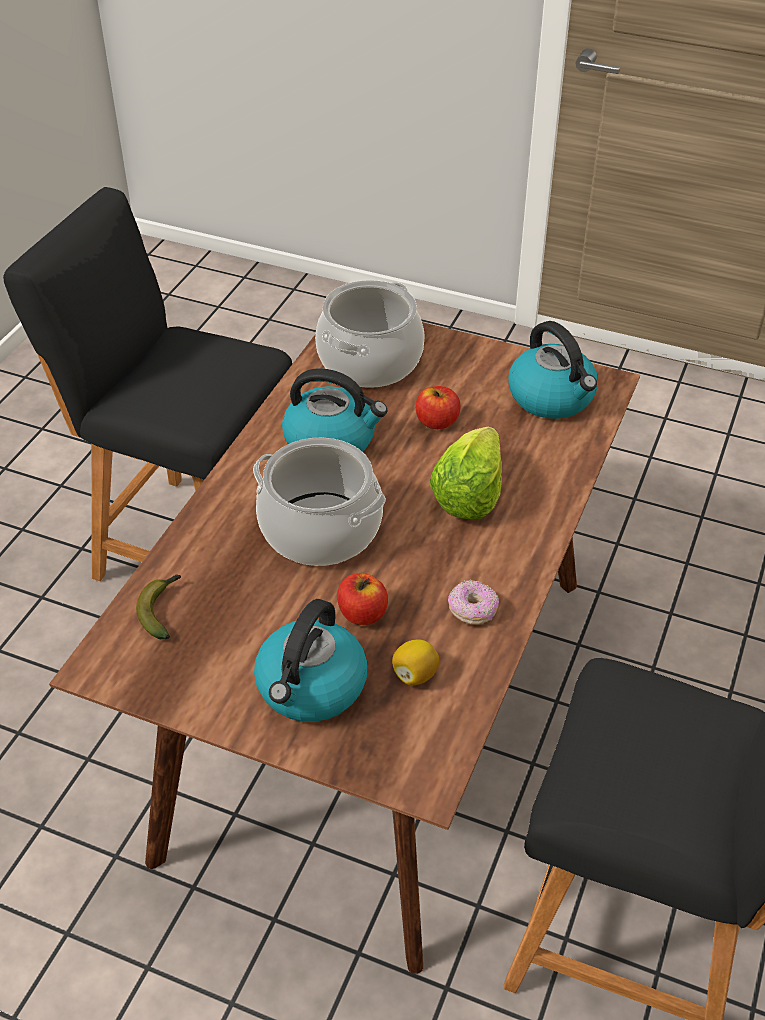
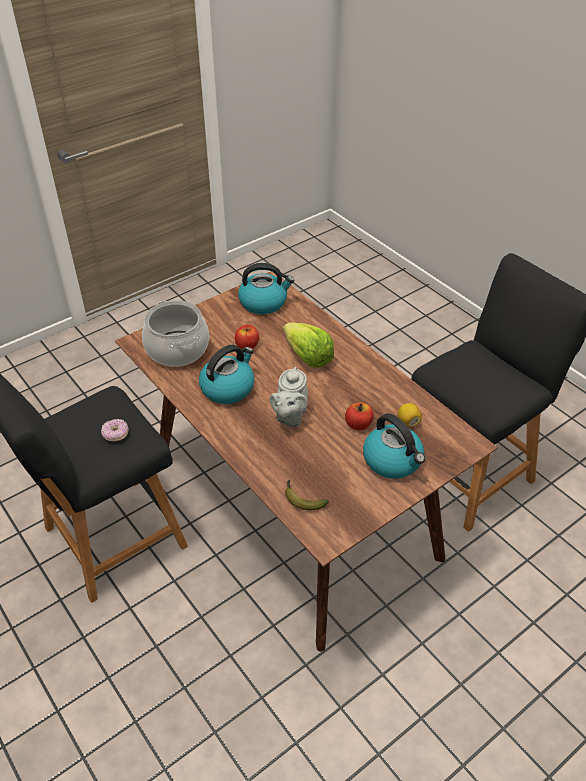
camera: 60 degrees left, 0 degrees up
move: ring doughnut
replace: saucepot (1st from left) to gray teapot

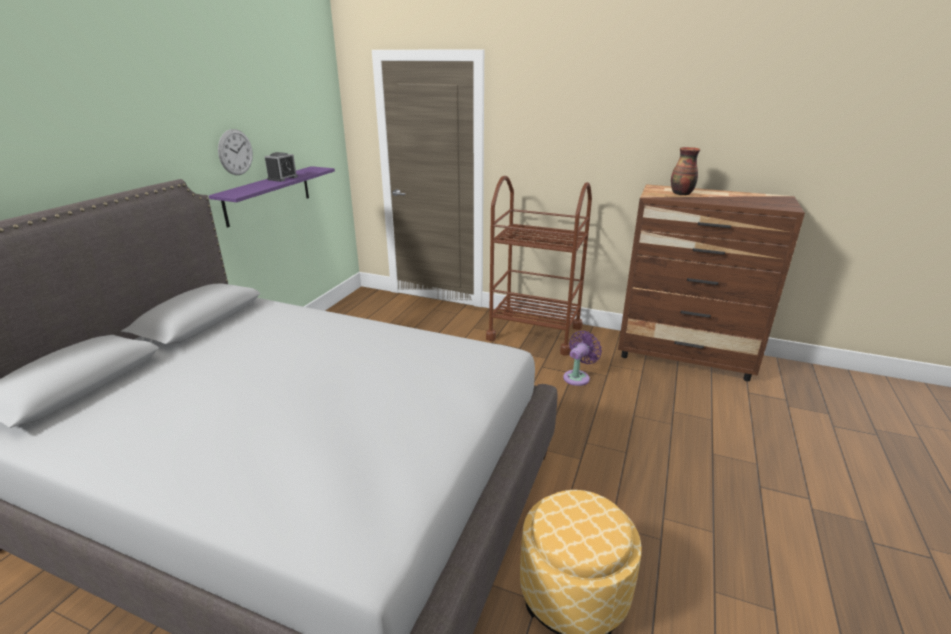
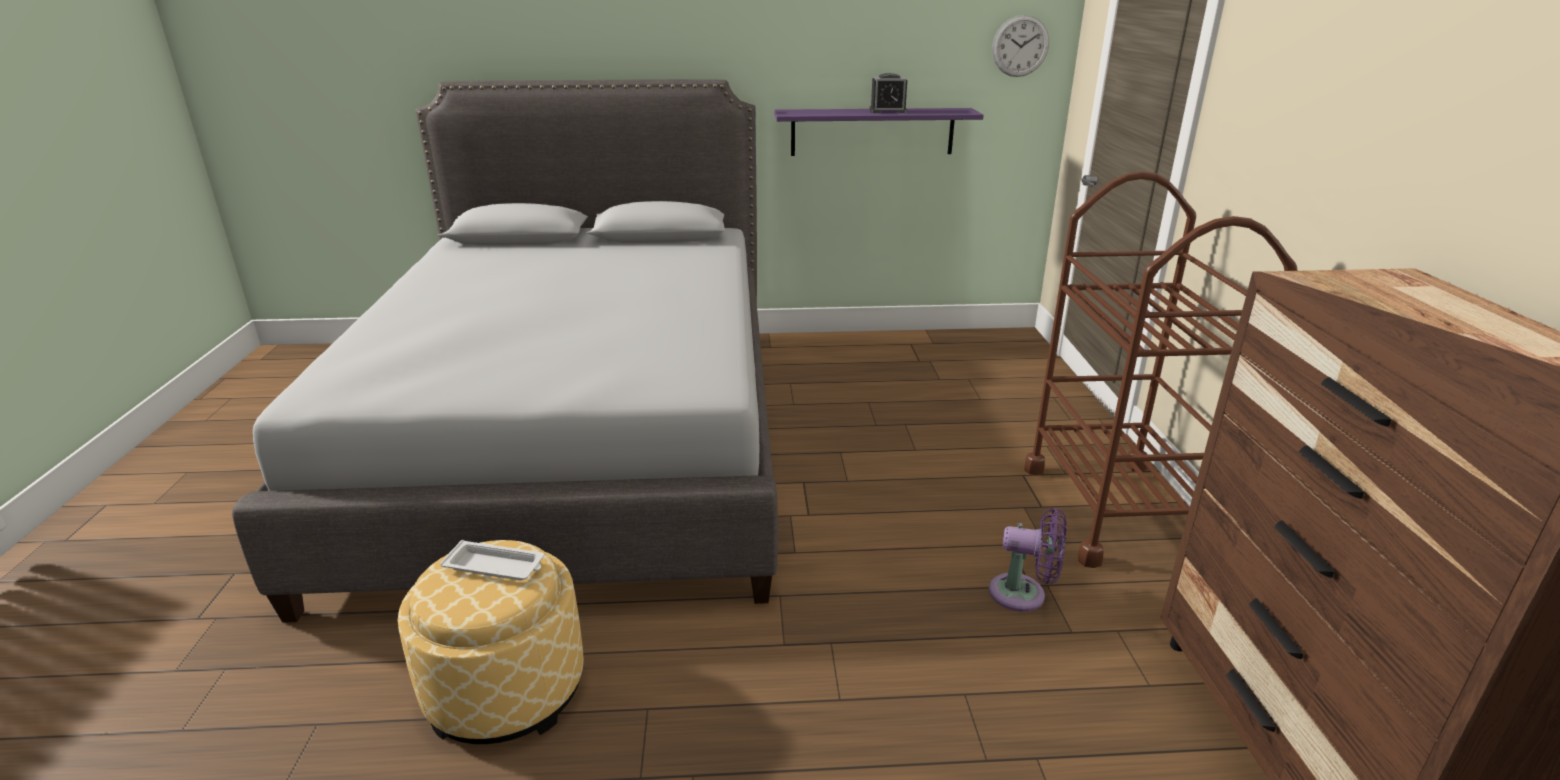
camera: 65 degrees right, 0 degrees up
delete: flower vase
insert: white carrying tray
move: clock on the wall

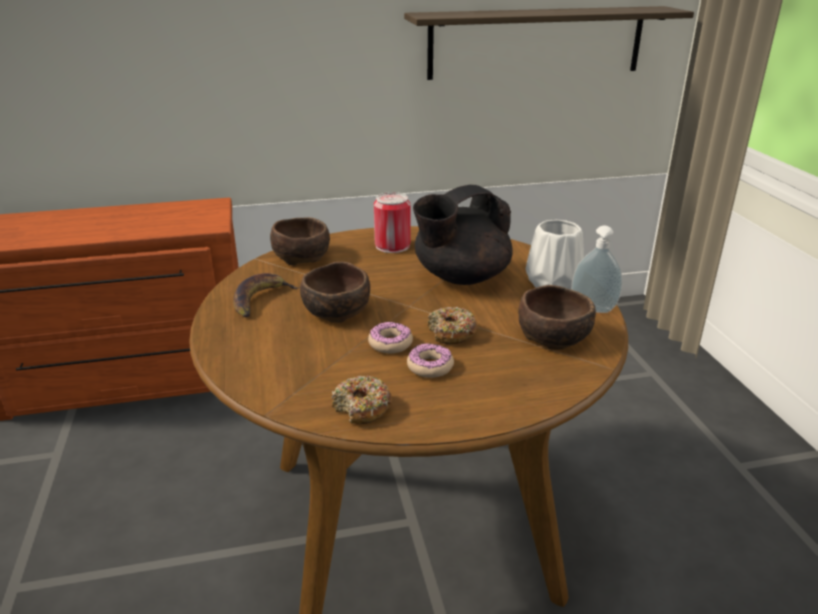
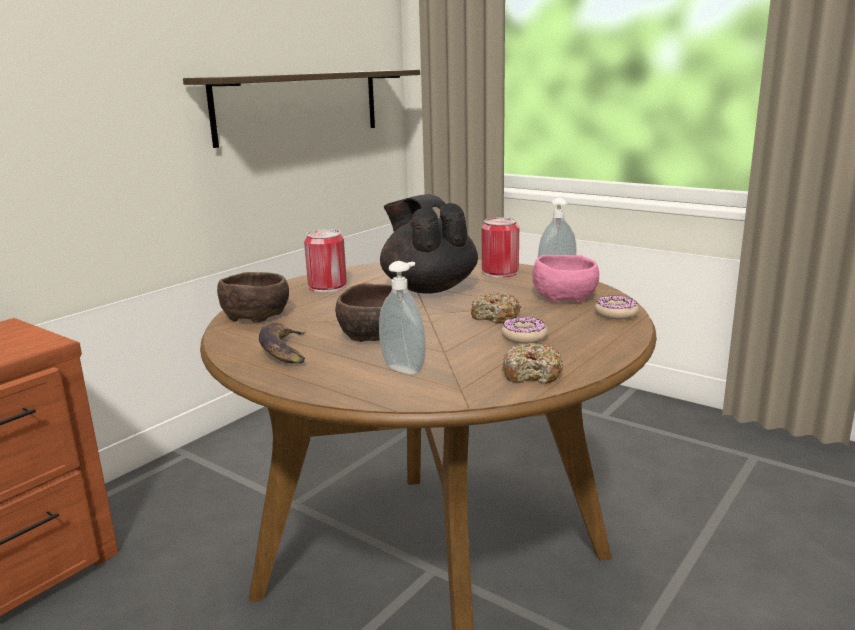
camera: 40 degrees left, 10 degrees down
insert: soap bottle (1st from left)
move: ring doughnut (2nd from left in the first image) to ring doughnut (4th from left)
replace: white flower vase to sealed can (2nd from left)
recolor: brownish deep dish (3rd from left) to pinkish deep dish
rotate: blackish teapot 135 degrees clockwise

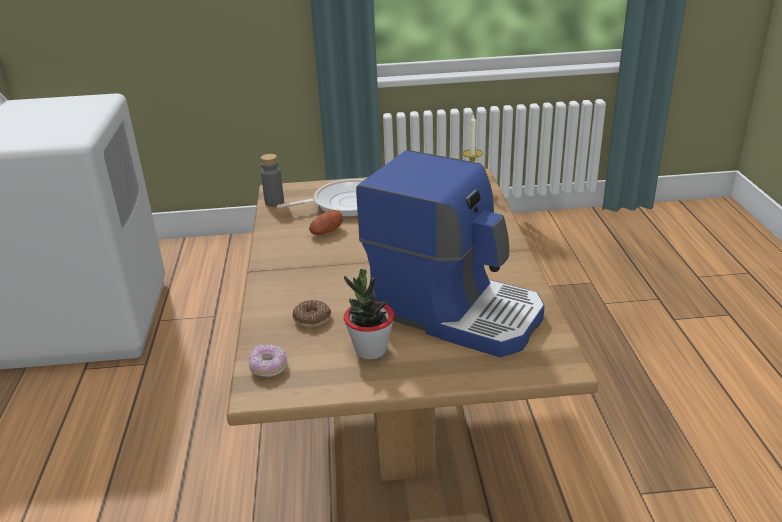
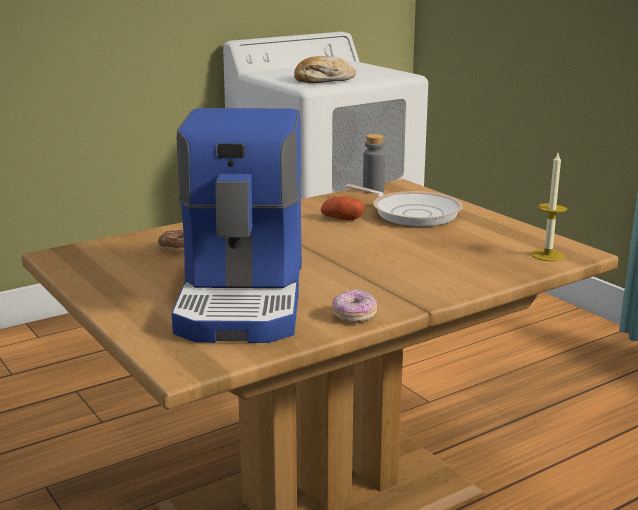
camera: 60 degrees right, 10 degrees down
delete: houseplant
insert: bakery bread
move: ring doughnut (1st from left in the first image) to ring doughnut (2nd from left)

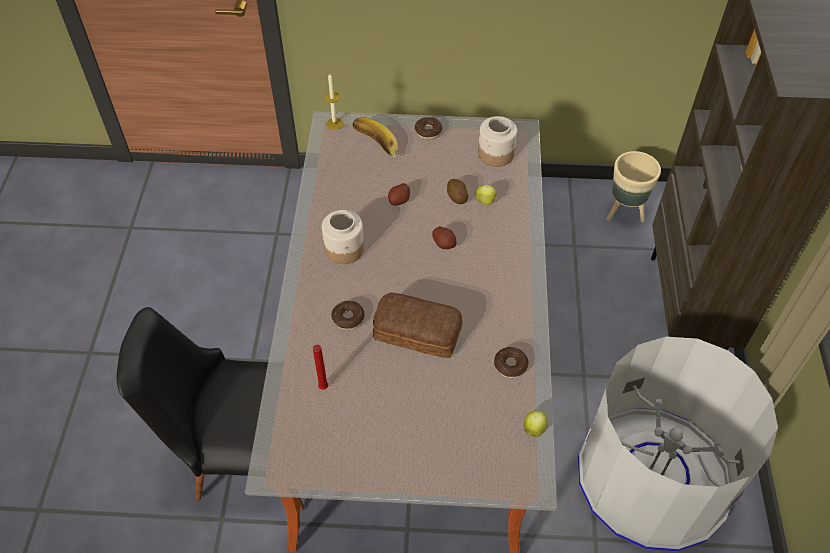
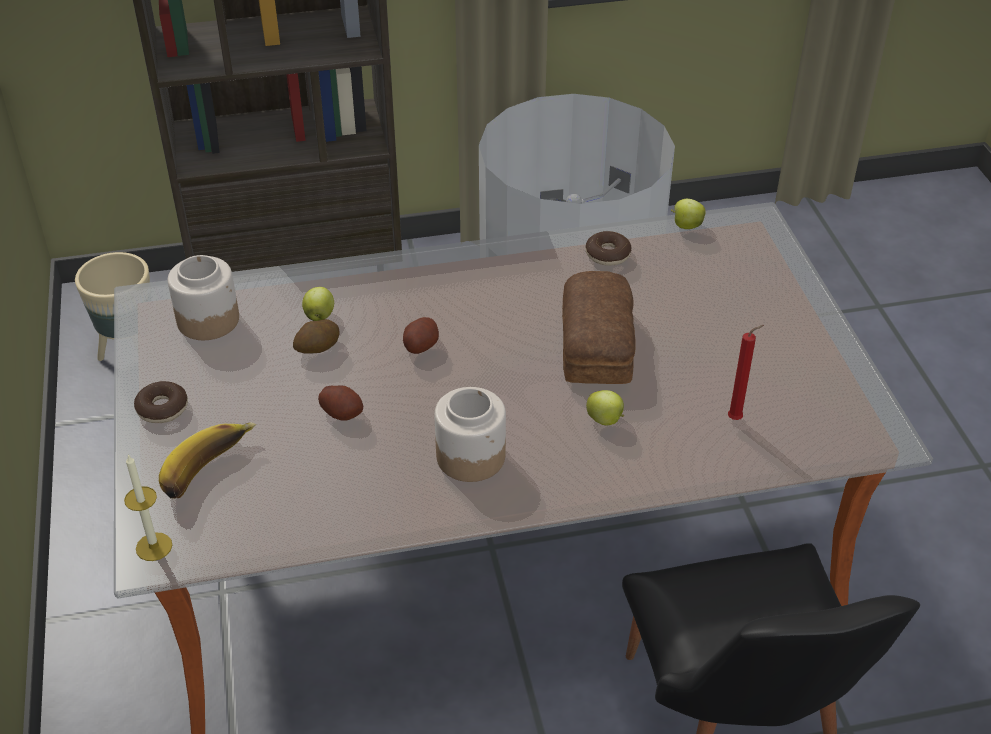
camera: 105 degrees left, 10 degrees down
replace: ring doughnut (1st from left) to apple fruit (2nd from left)

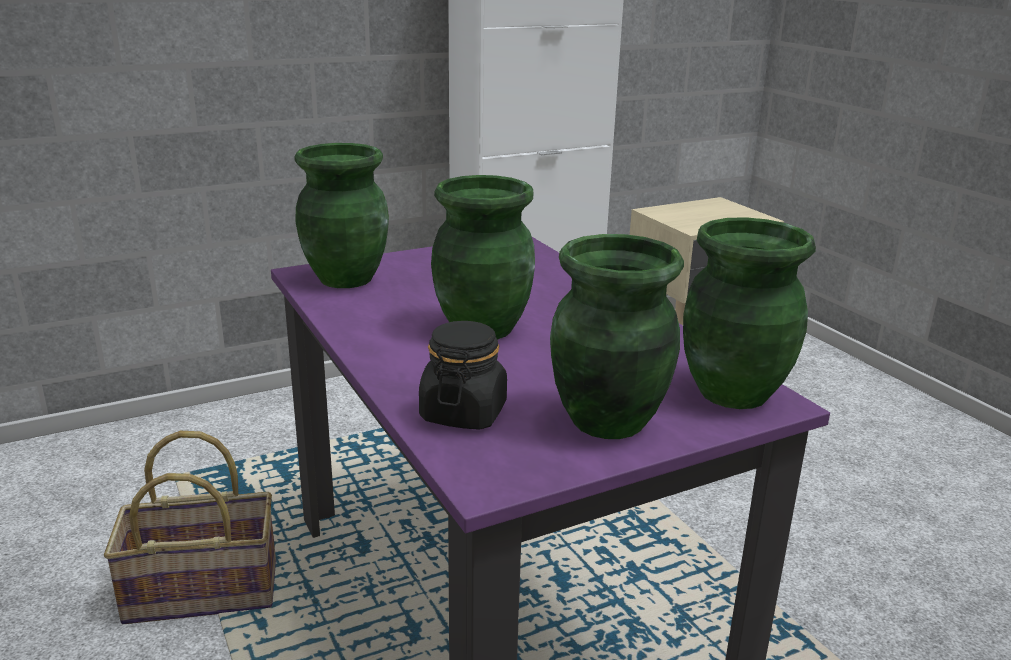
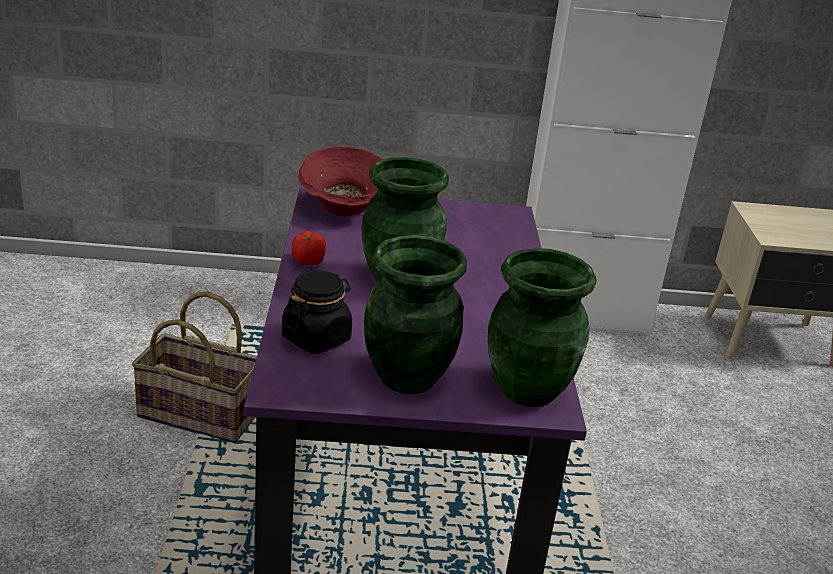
camera: 25 degrees right, 5 degrees up
insert: fresh tomato
replace: green flower vase (1st from left) to red deep dish

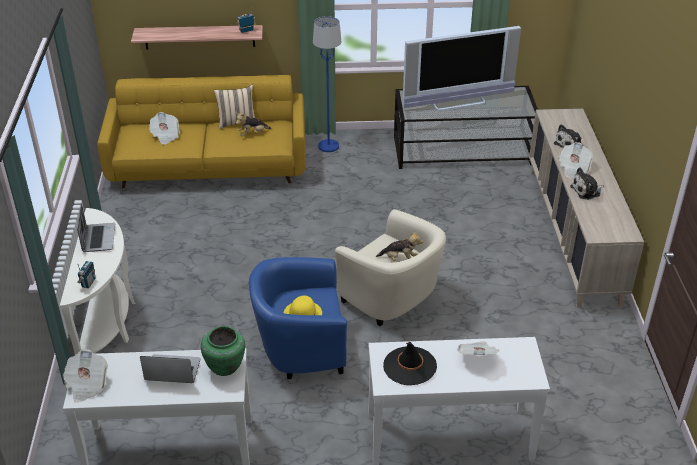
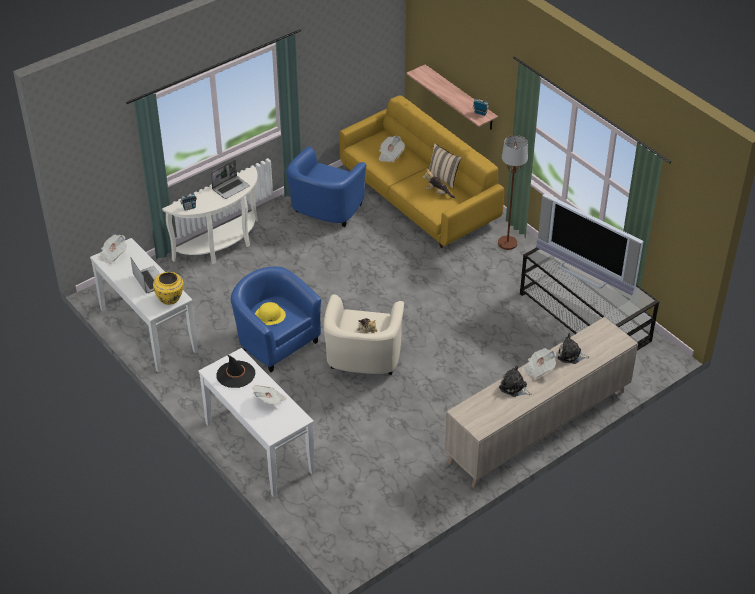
camera: 55 degrees right, 5 degrees up
insert: bluish easy chair (2nd from left)
recolor: bluish standard lamp to brownish standard lamp; green flower vase to yellowish flower vase

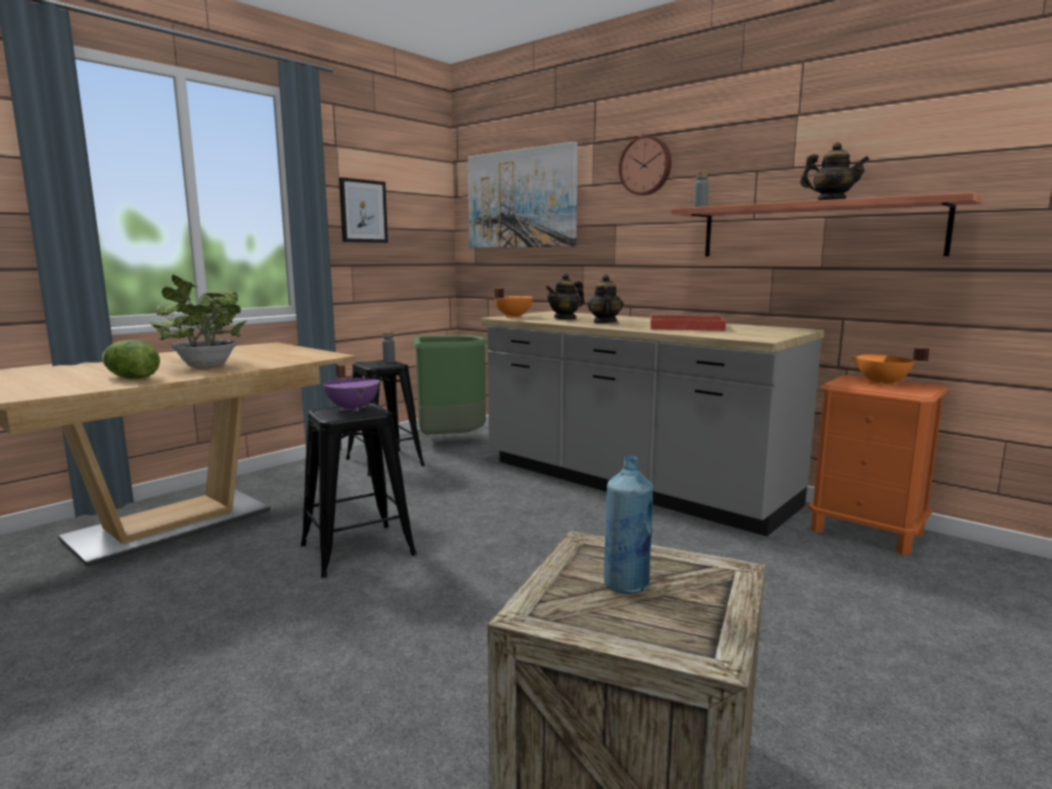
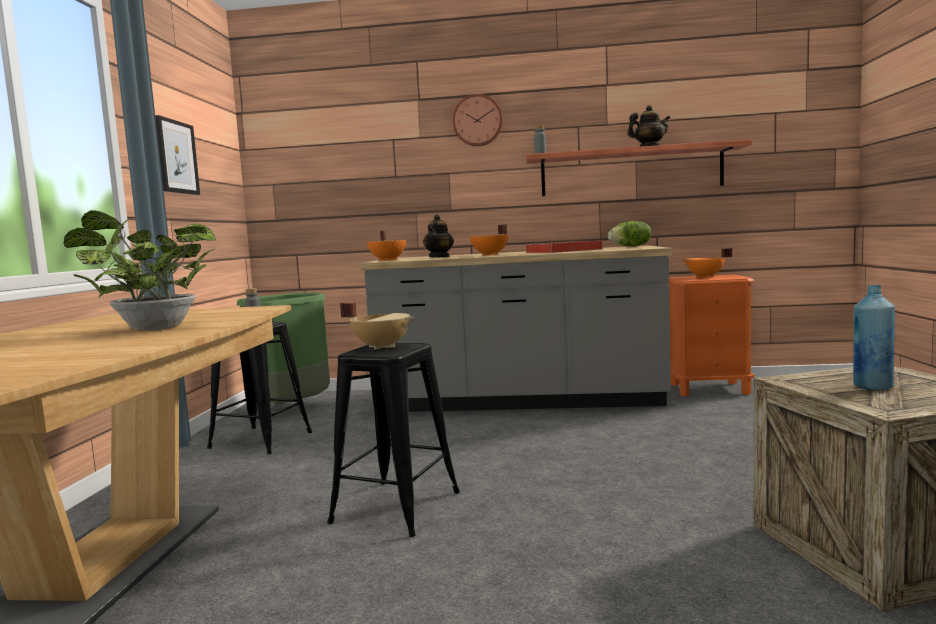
camera: 35 degrees left, 5 degrees down
delete: picture (2nd from left)
move: lettuce head
replace: teapot (2nd from left) to orange saucepot (2nd from left)
recolor: purple-coloured saucepot to beige saucepot

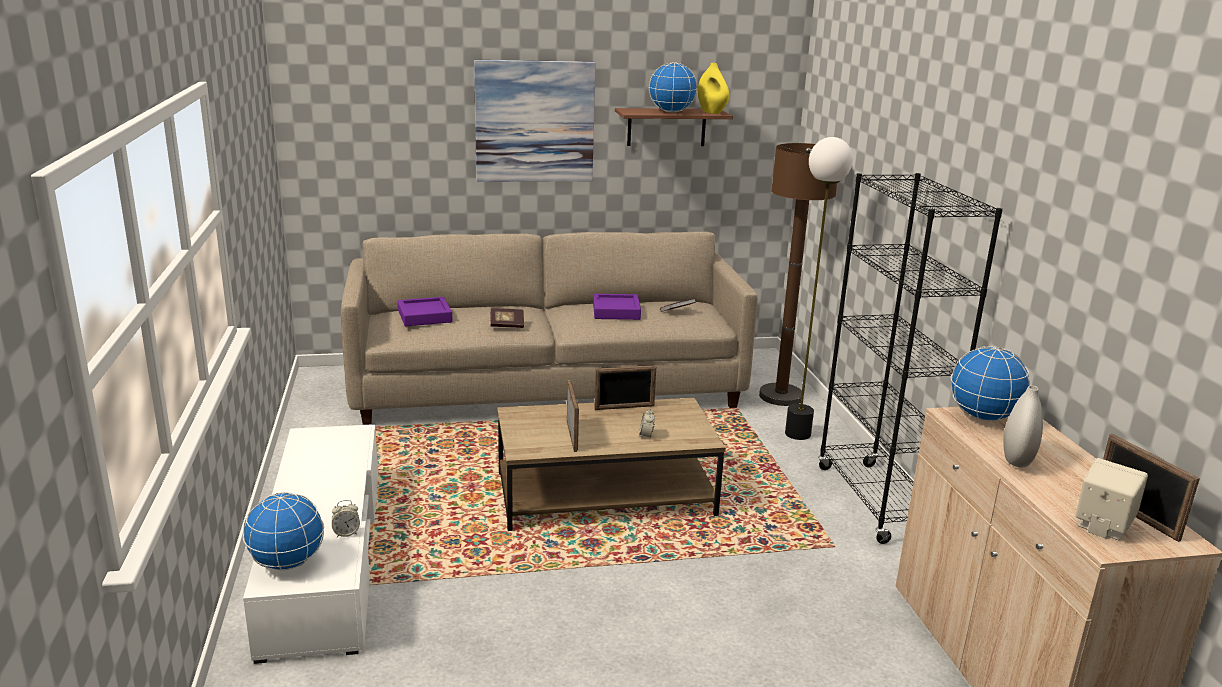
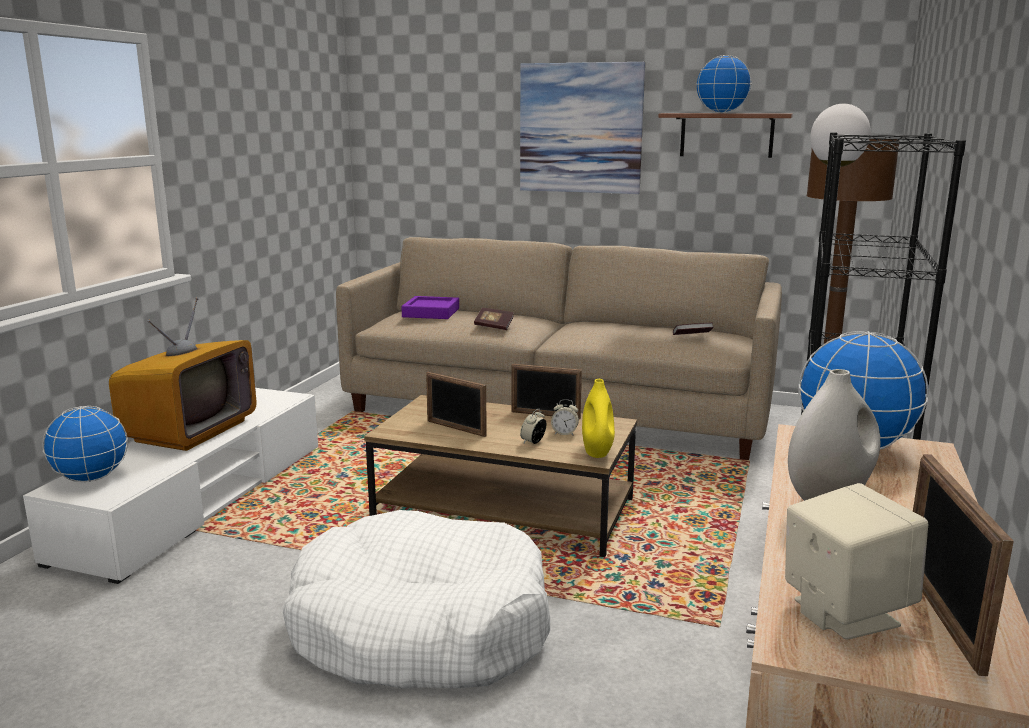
camera: 30 degrees right, 5 degrees down
delete: purple-coloured carrying tray (2nd from left)
insert: television; white dog cushion
move: yellowish flower vase; alarm clock (1st from left in the first image) to alarm clock (2nd from left)
rotate: standing frame (1st from left) 105 degrees clockwise

